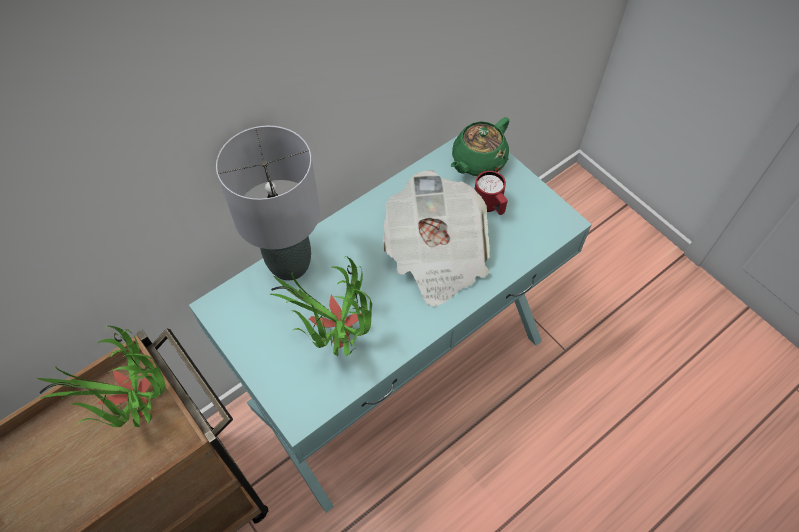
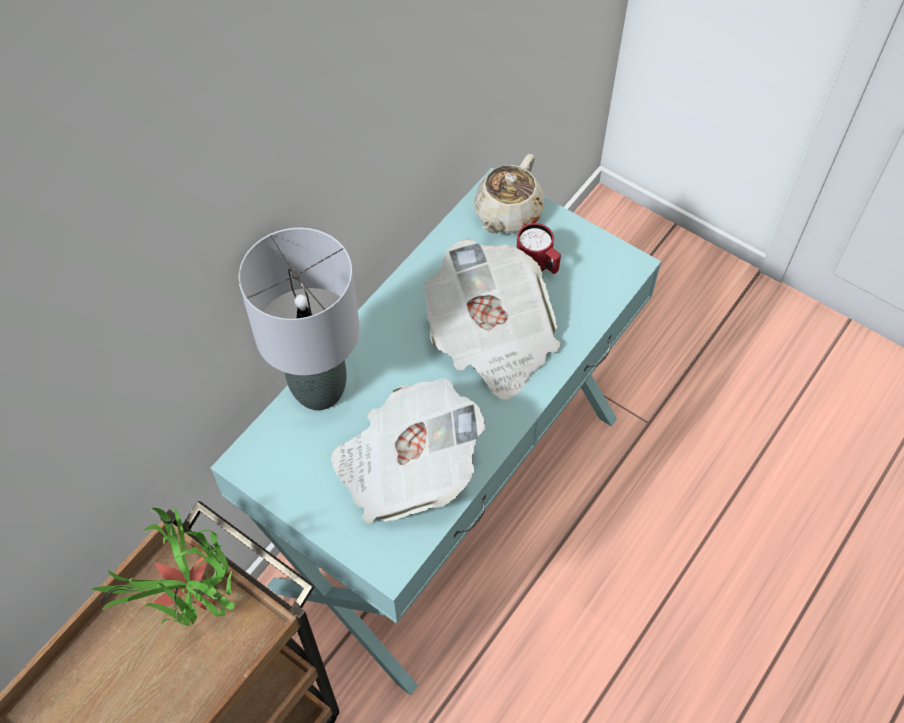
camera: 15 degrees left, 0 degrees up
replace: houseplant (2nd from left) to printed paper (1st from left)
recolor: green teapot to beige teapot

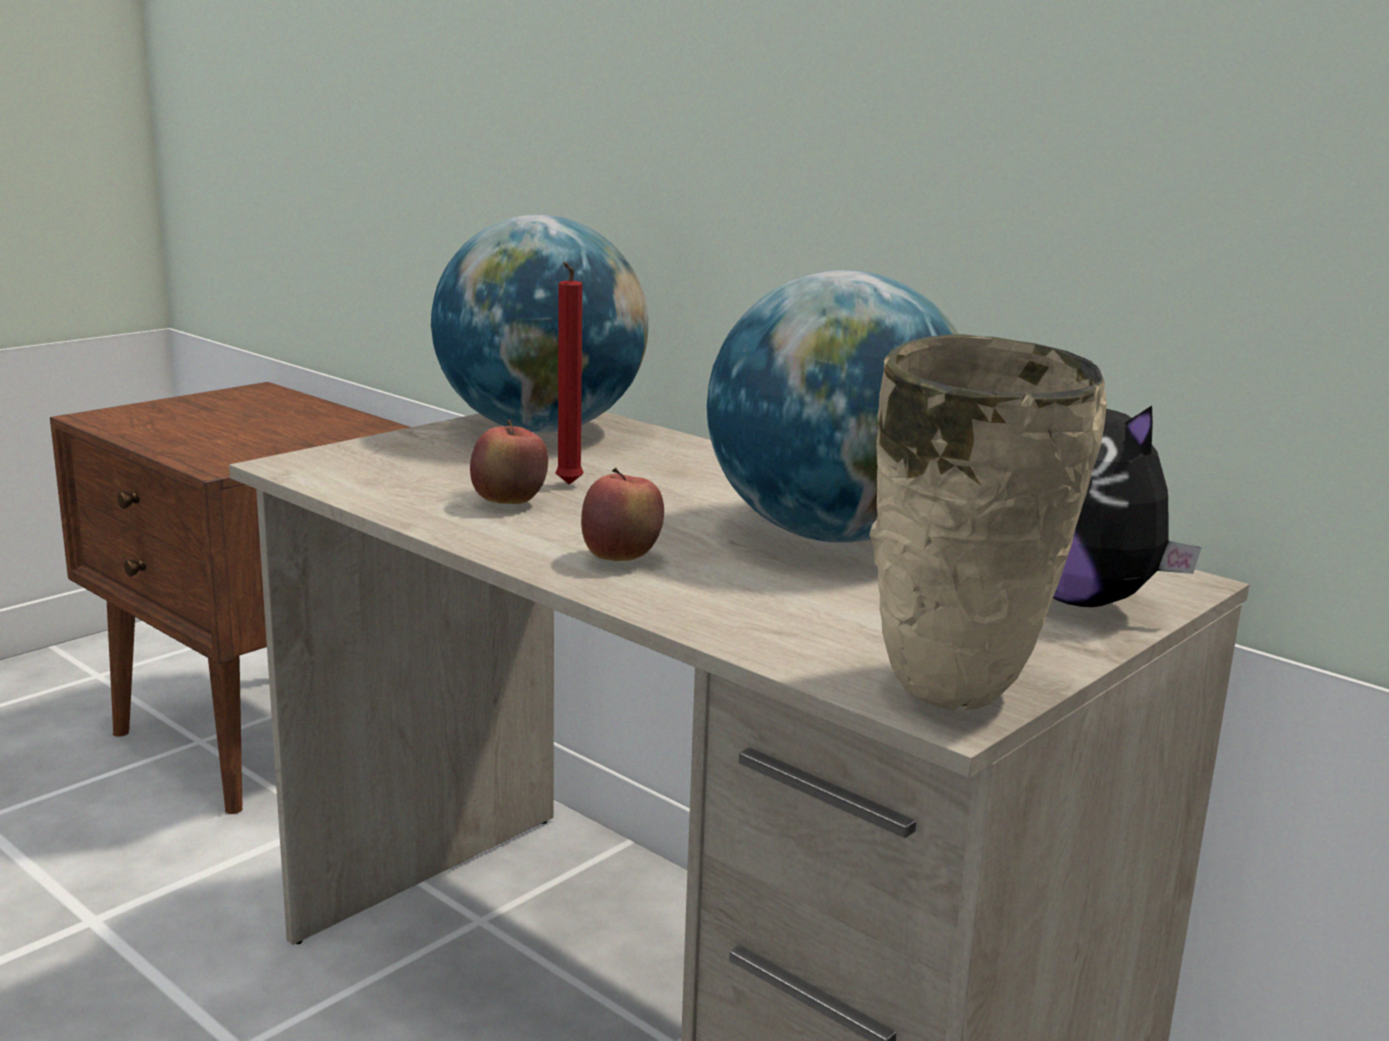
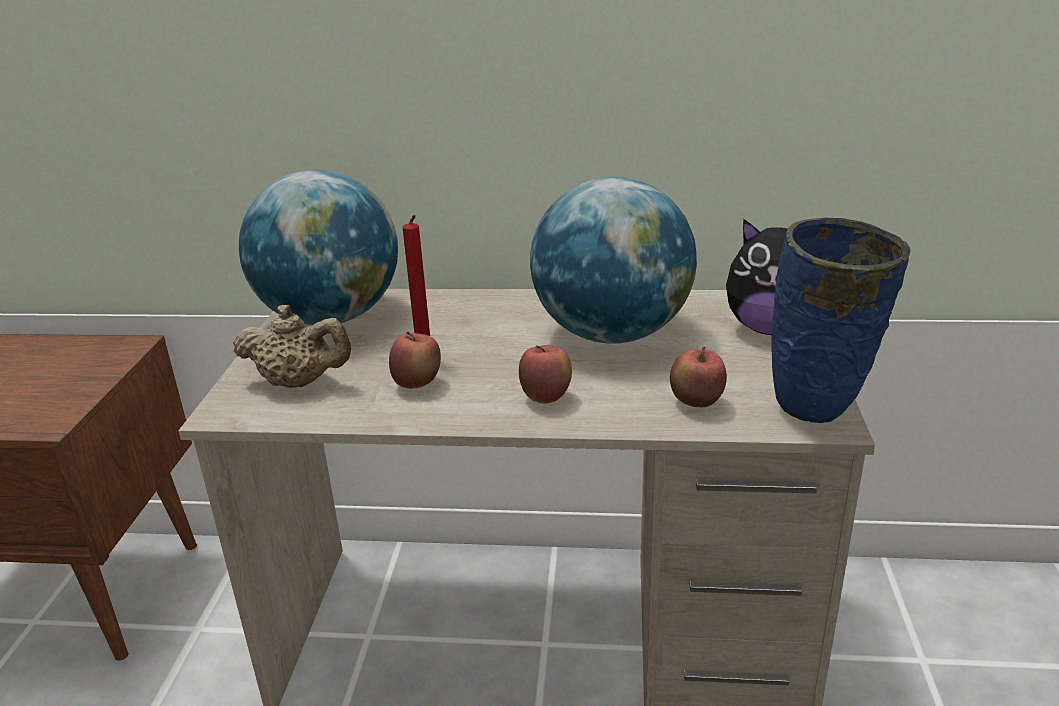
camera: 35 degrees left, 10 degrees up
insert: beige teapot; apple fruit (3rd from left)
recolor: beige flower vase to bluish flower vase

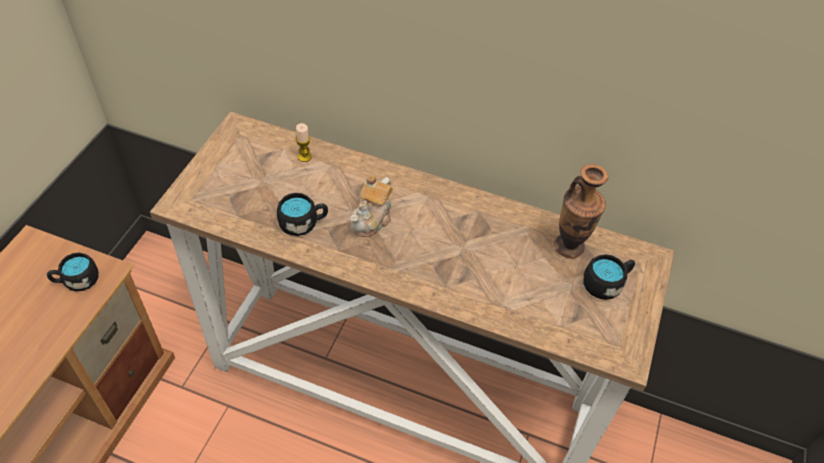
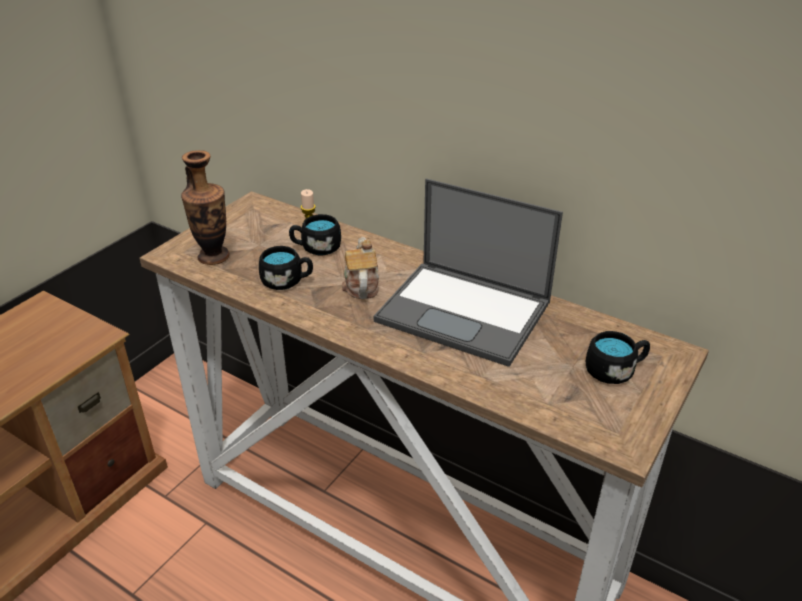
camera: 15 degrees right, 15 degrees down
insert: laptop
move: flower vase; blackish mug (1st from left in the first image) to blackish mug (2nd from left)
rotate: teapot 135 degrees clockwise

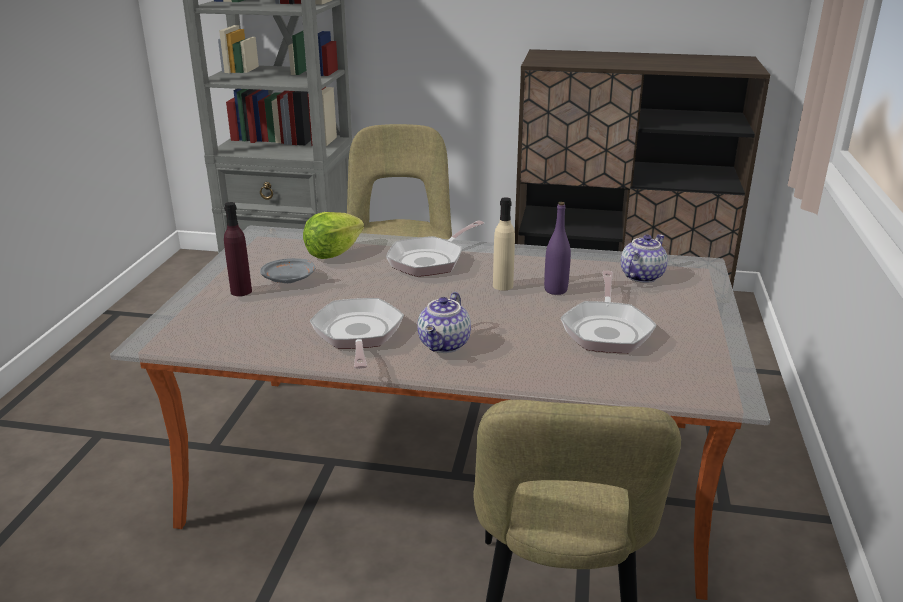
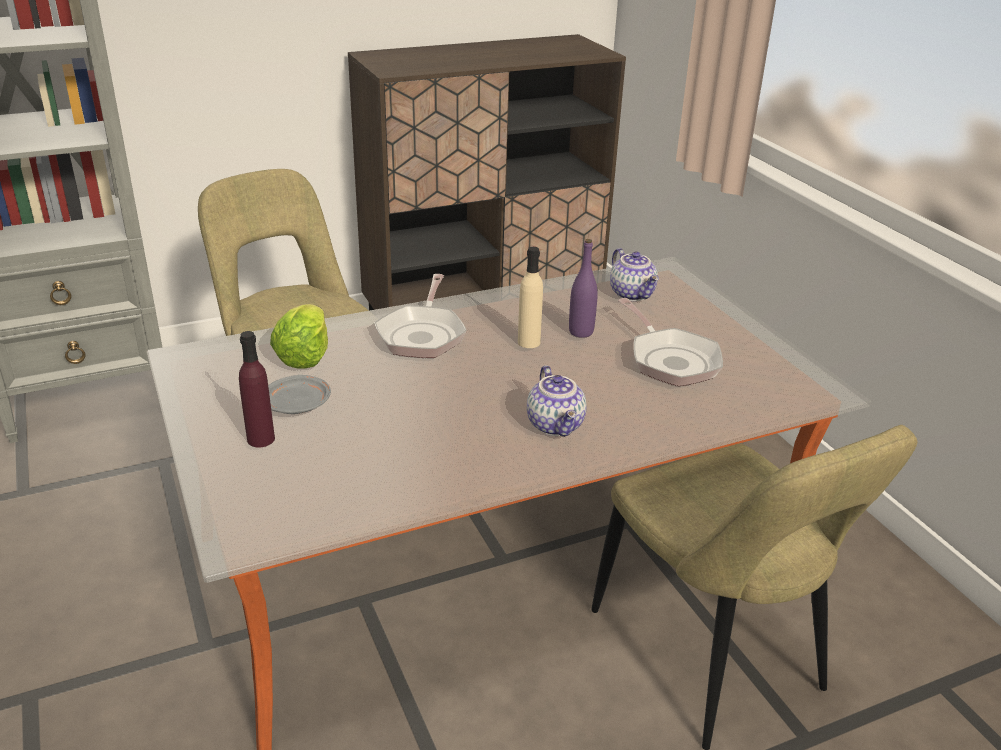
camera: 35 degrees left, 5 degrees up
delete: pan (1st from left)
rotate: teapot (2nd from left) 150 degrees clockwise

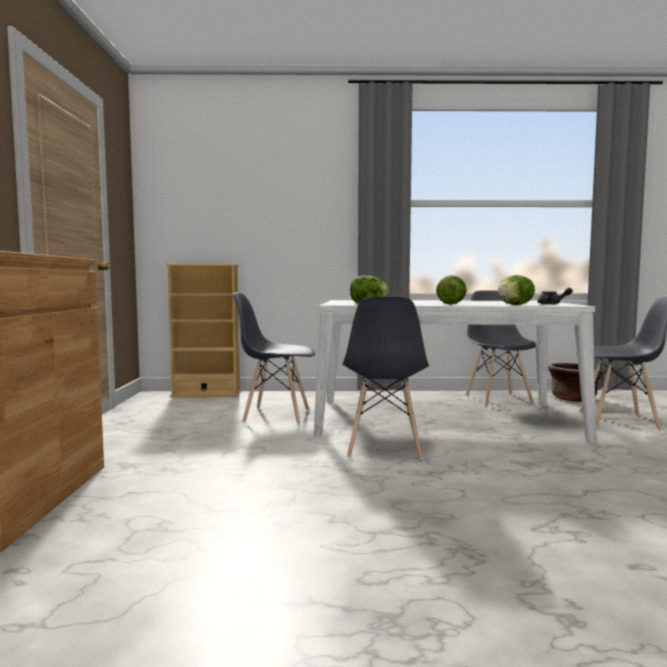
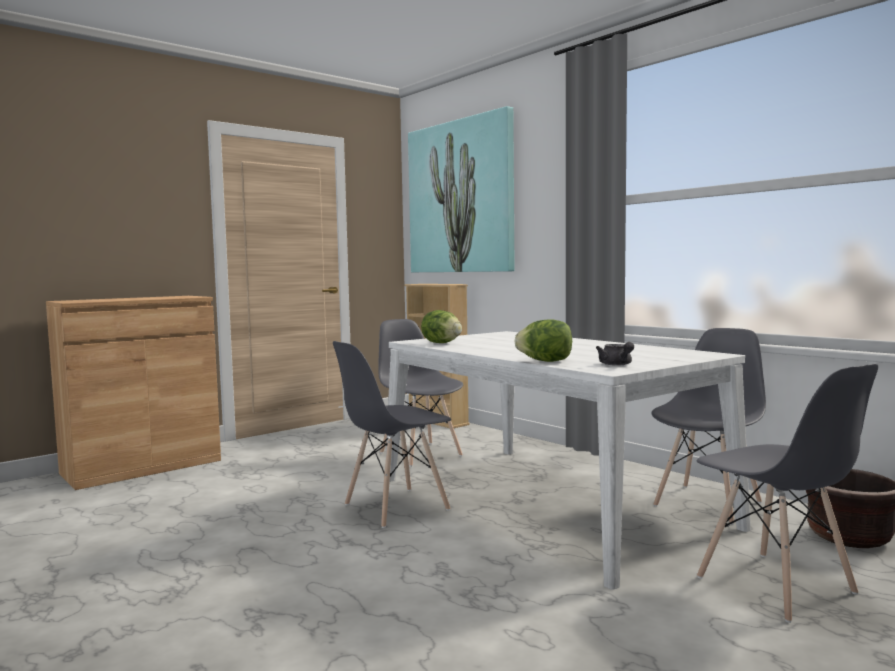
camera: 50 degrees right, 0 degrees up
delete: lettuce head (2nd from left)
insert: picture

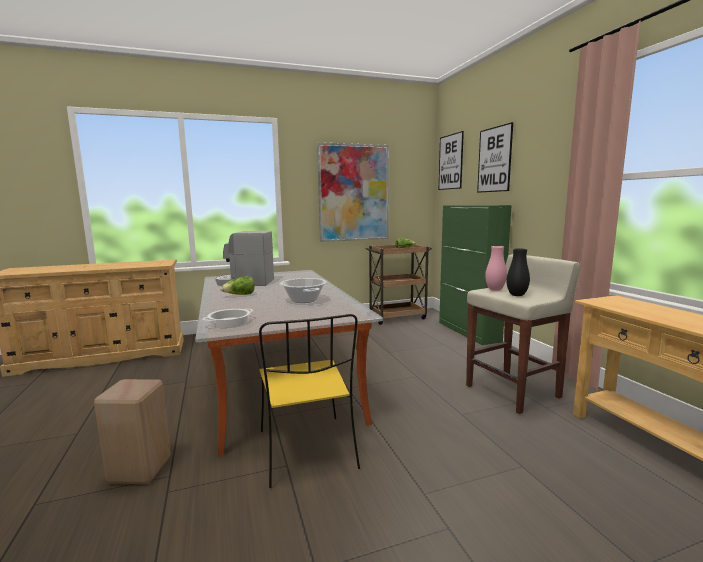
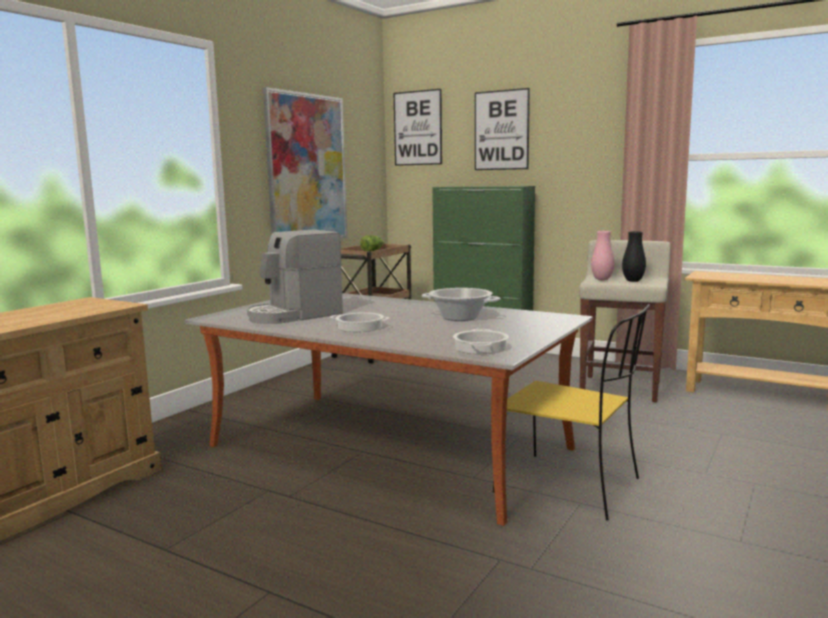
camera: 40 degrees left, 0 degrees up
delete: beige stool (1st from left)
replace: lettuce head (1st from left) to saucepot (1st from left)

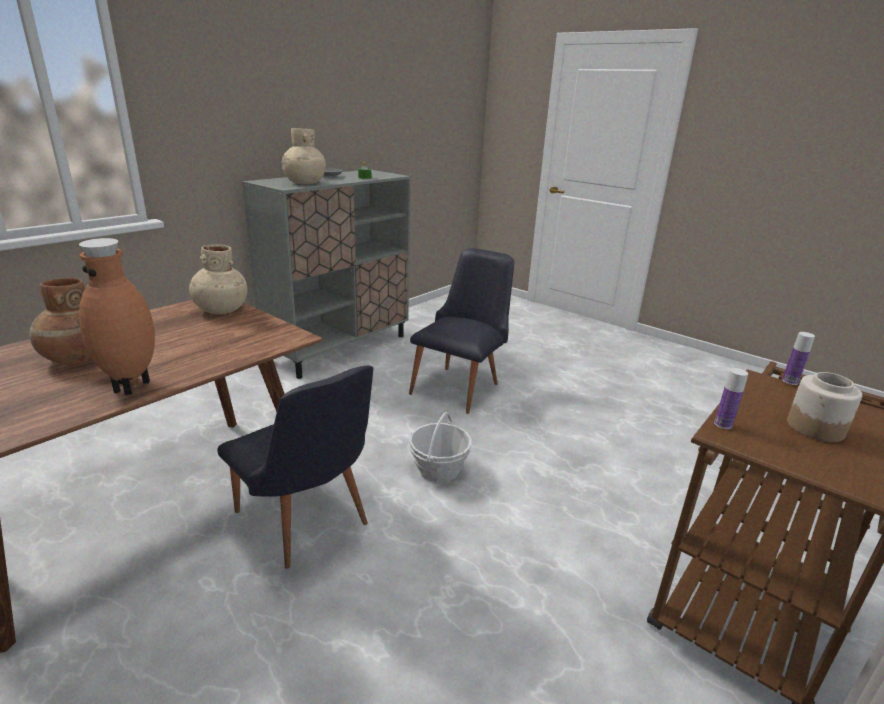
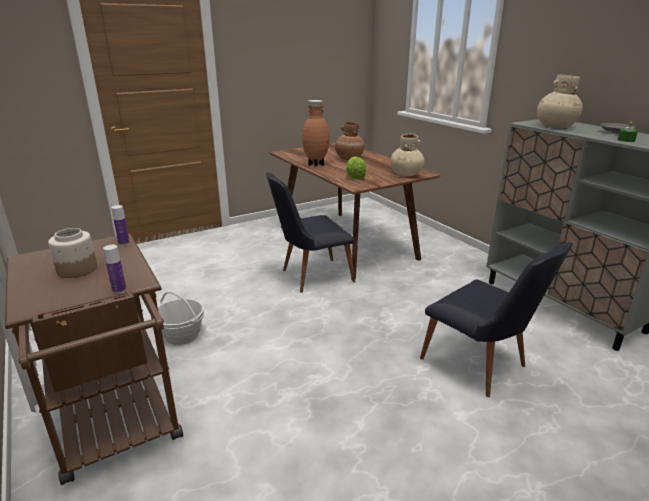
camera: 110 degrees right, 0 degrees up
insert: lettuce head
move: basket

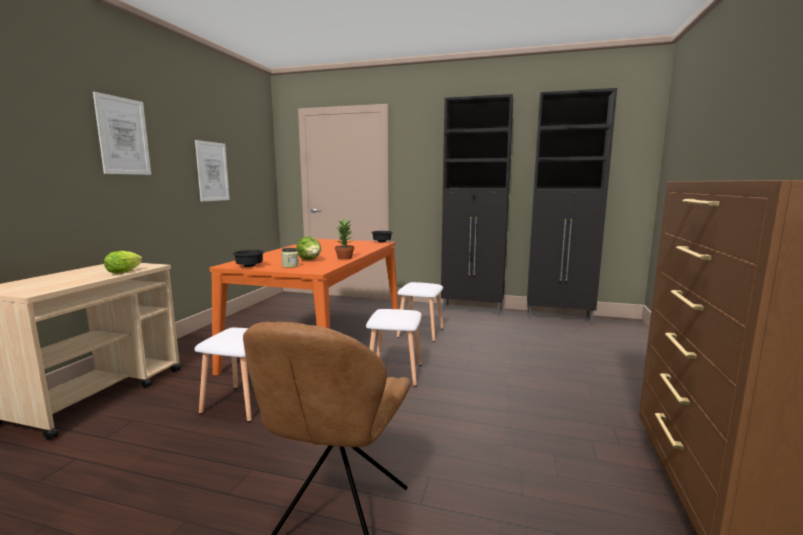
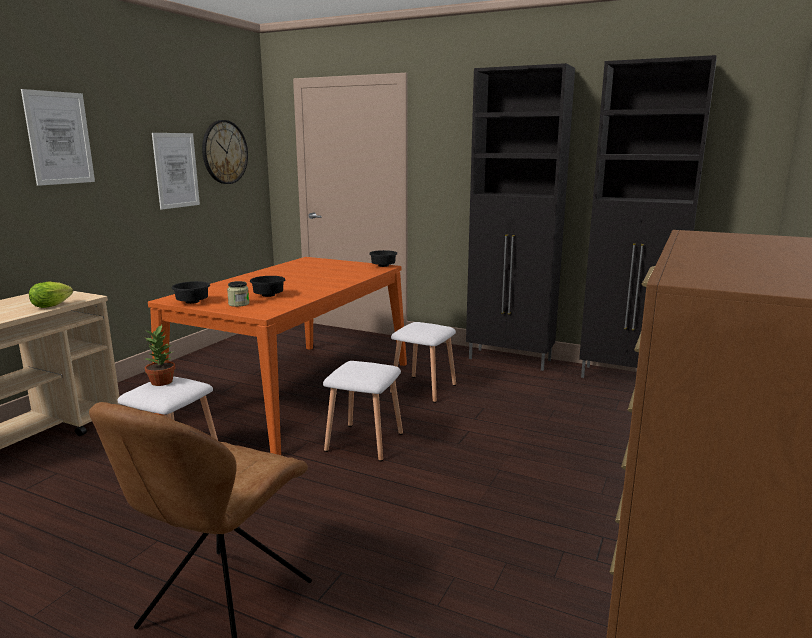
camera: 10 degrees right, 5 degrees up
insert: clock on the wall
move: houseplant
replace: lettuce head (2nd from left) to blackish deep dish (2nd from left)

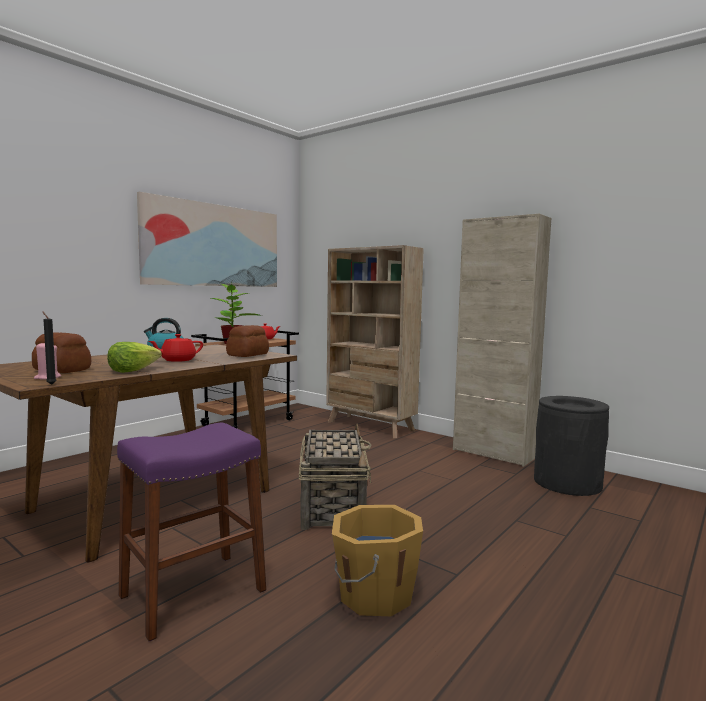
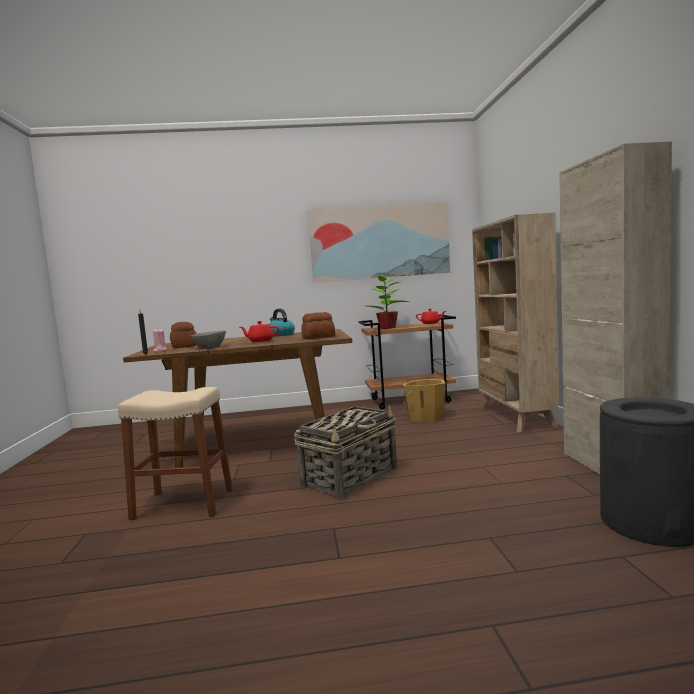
camera: 45 degrees right, 0 degrees up
move: orange bucket
replace: lettuce head to gray deep dish
recolor: purple-coloured stool to beige stool

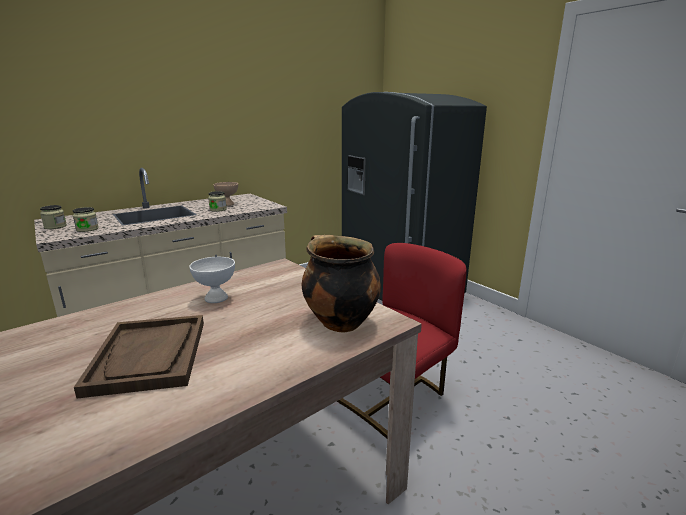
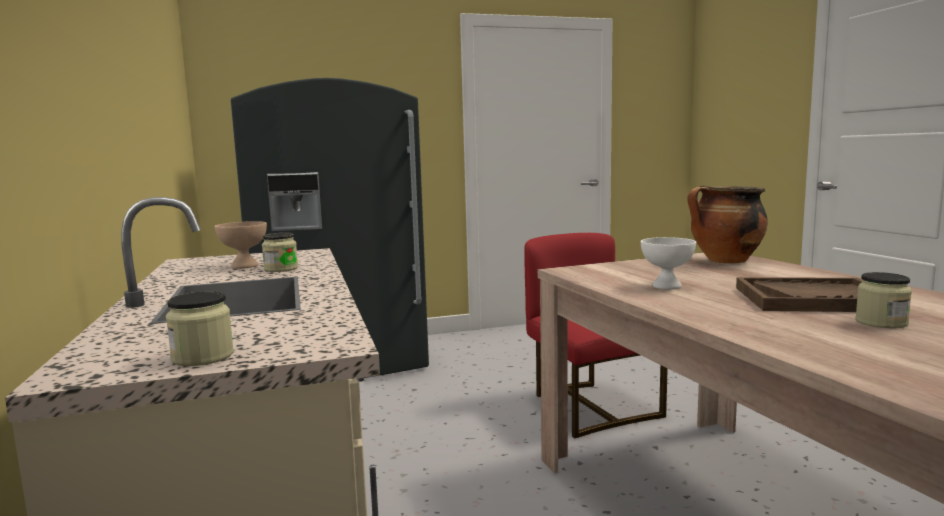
camera: 70 degrees left, 10 degrees down
move: jar (2nd from left in the first image) to jar (3rd from left)

